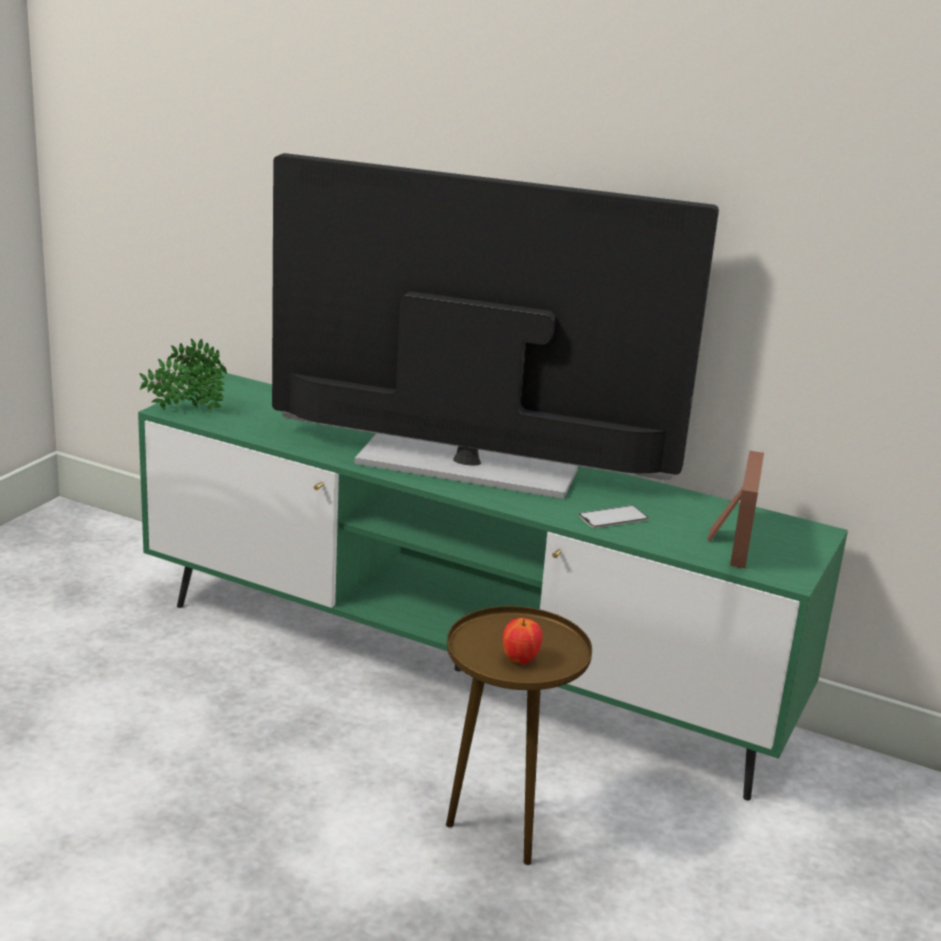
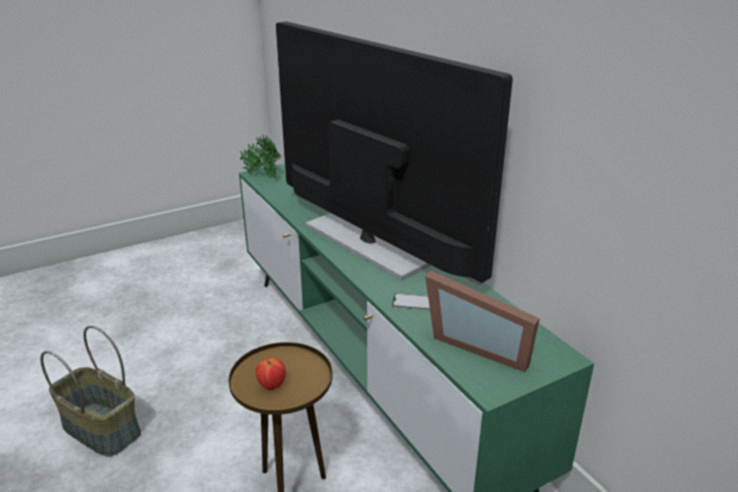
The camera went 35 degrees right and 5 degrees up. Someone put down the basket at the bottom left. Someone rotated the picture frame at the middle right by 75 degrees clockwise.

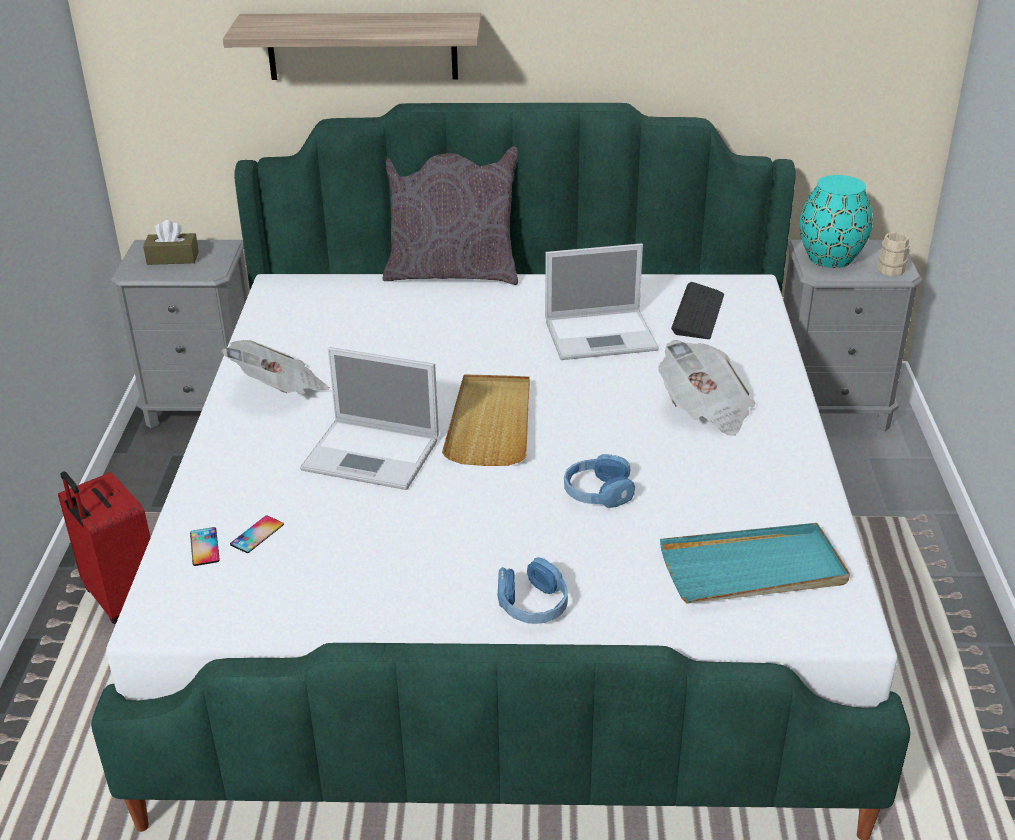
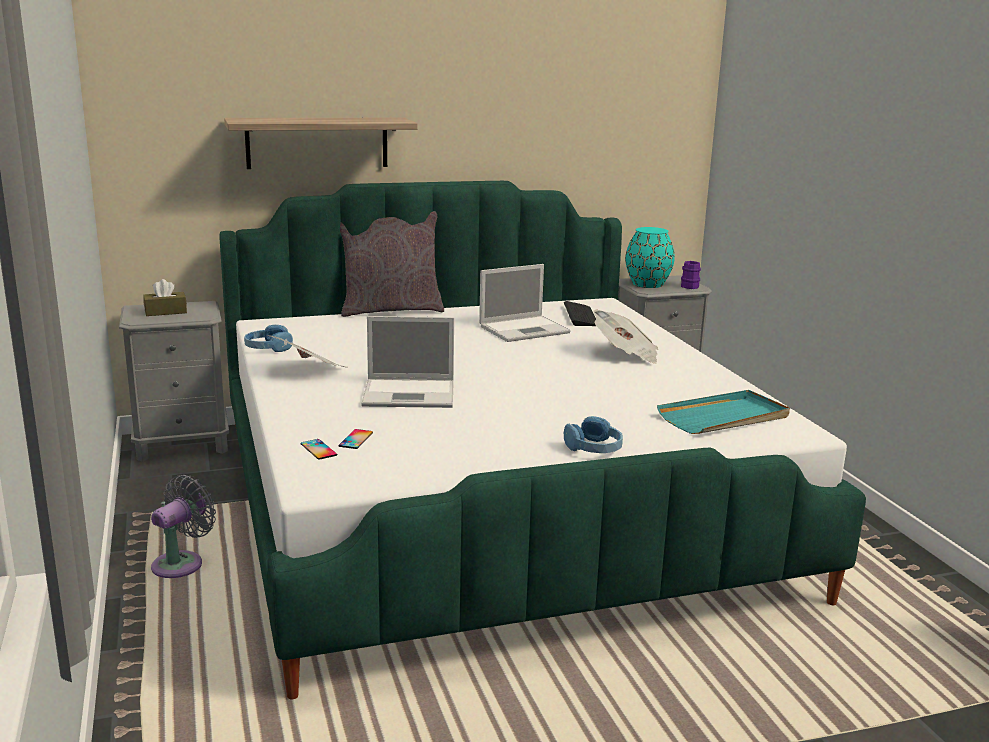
The camera went 20 degrees left and 15 degrees down. Someone swapped the red suitcase at the middle left for the grey fan at the bottom left. Someone carried the blue headphones (no. 2 from left in the first image) from the centre to the middle left. Someone repainted the beige mug at the top right, which became the purple mug at the middle right. Someone took away the beige tray at the centre.

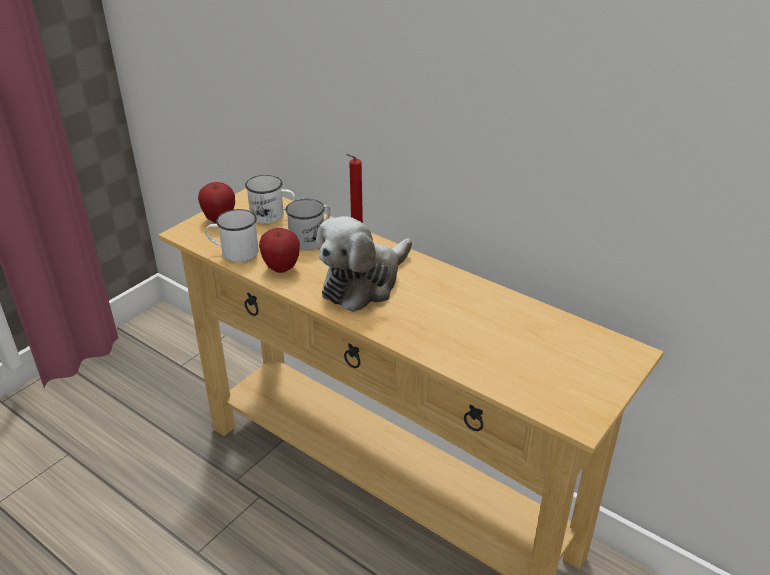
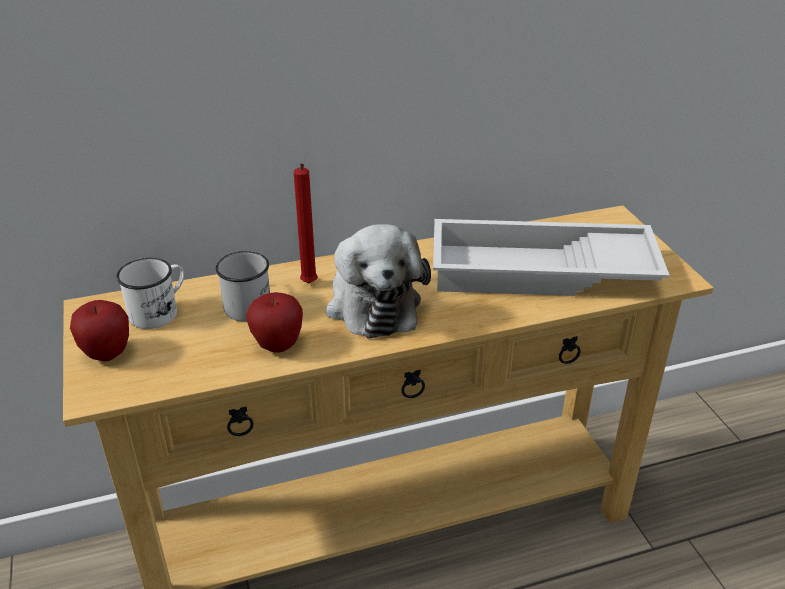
The camera went 55 degrees left and 0 degrees up. Someone put down the white tray at the middle right. Someone took away the white mug (no. 1 from left) at the middle left.

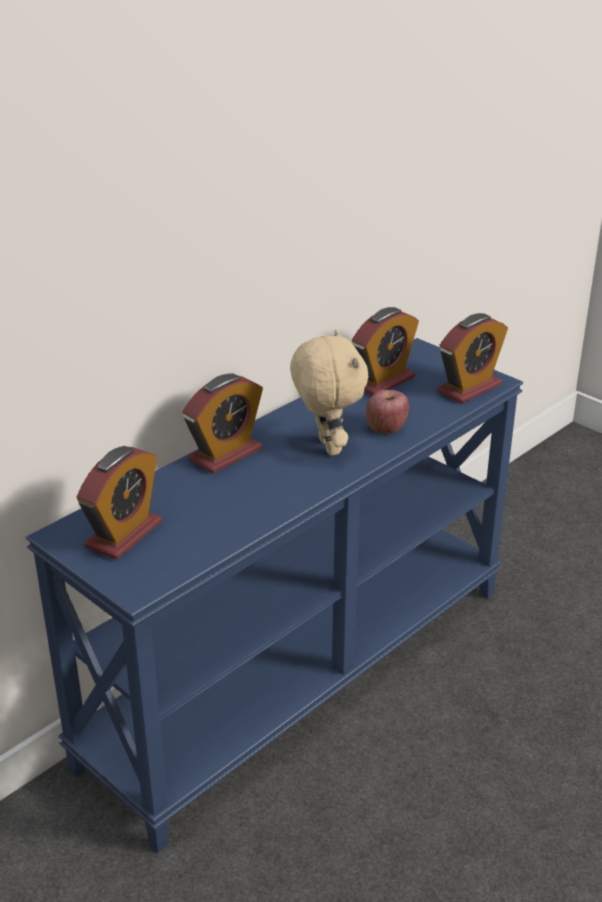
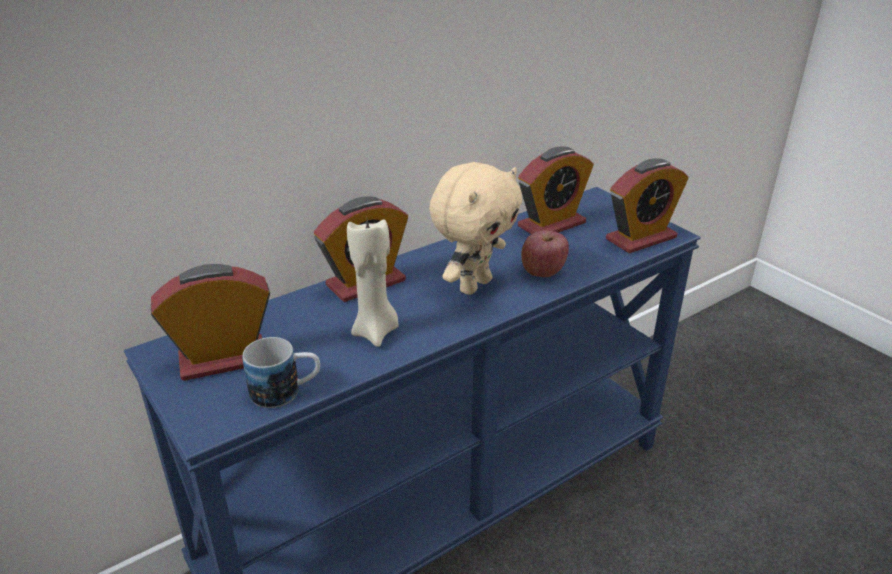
The camera went 10 degrees right and 0 degrees up. Someone rotated the alarm clock (no. 1 from left) at the middle left by 150 degrees counterclockwise. Someone put down the mug at the middle left. Someone put down the beige candle at the centre. Someone rotated the beige plush toy at the centre by 45 degrees clockwise.

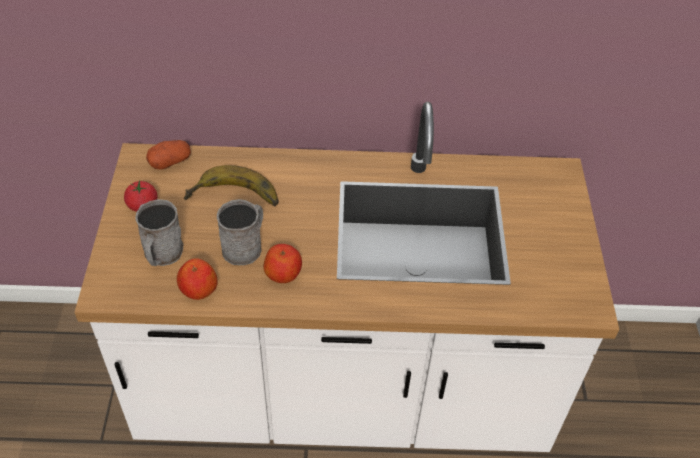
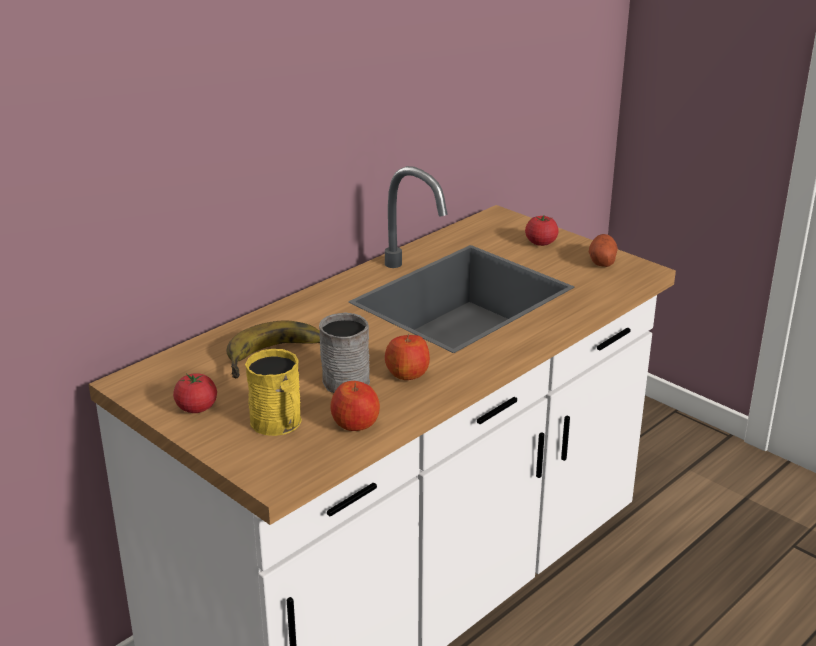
The camera went 45 degrees left and 20 degrees down. Someone repainted the grey mug (no. 1 from left) at the middle left, which became the yellow mug at the centre. Someone put down the tomato (no. 2 from left) at the centre. Someone carried the potato from the middle left to the middle right.

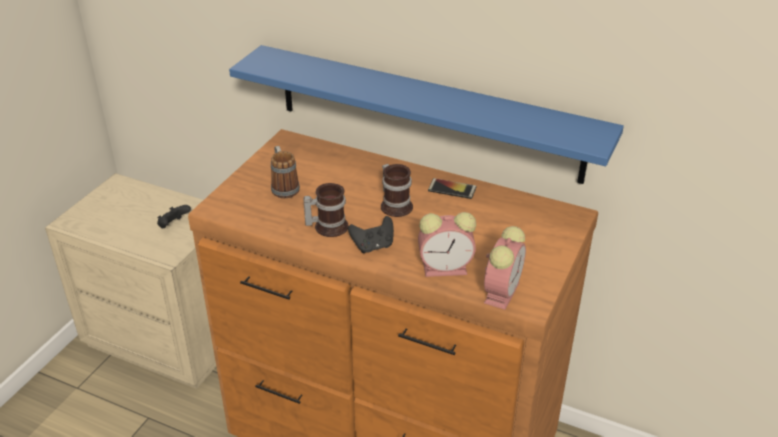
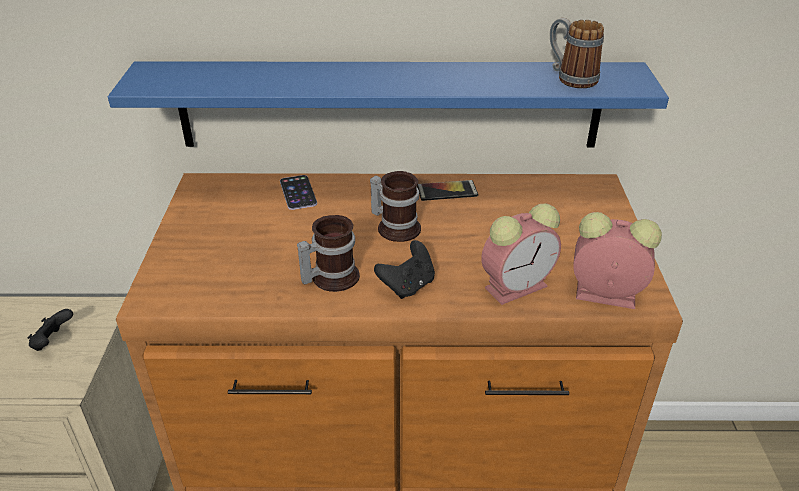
The camera went 25 degrees left and 0 degrees up. Someone put down the phone (no. 1 from left) at the centre. Someone carried the mug (no. 1 from left in the first image) from the centre to the top right. Someone rotated the alarm clock (no. 2 from left) at the centre by 75 degrees counterclockwise.

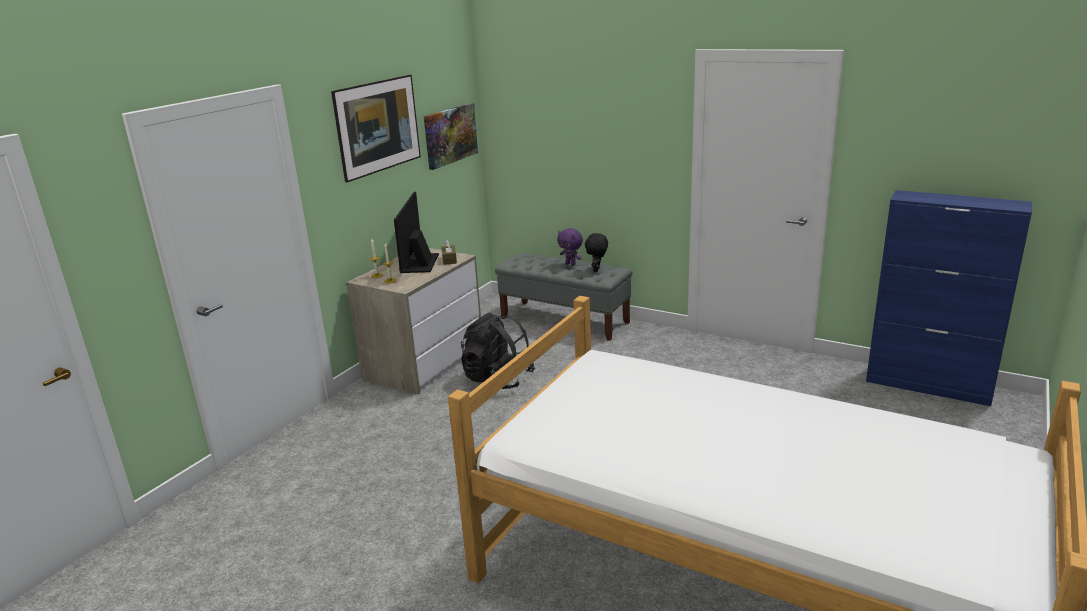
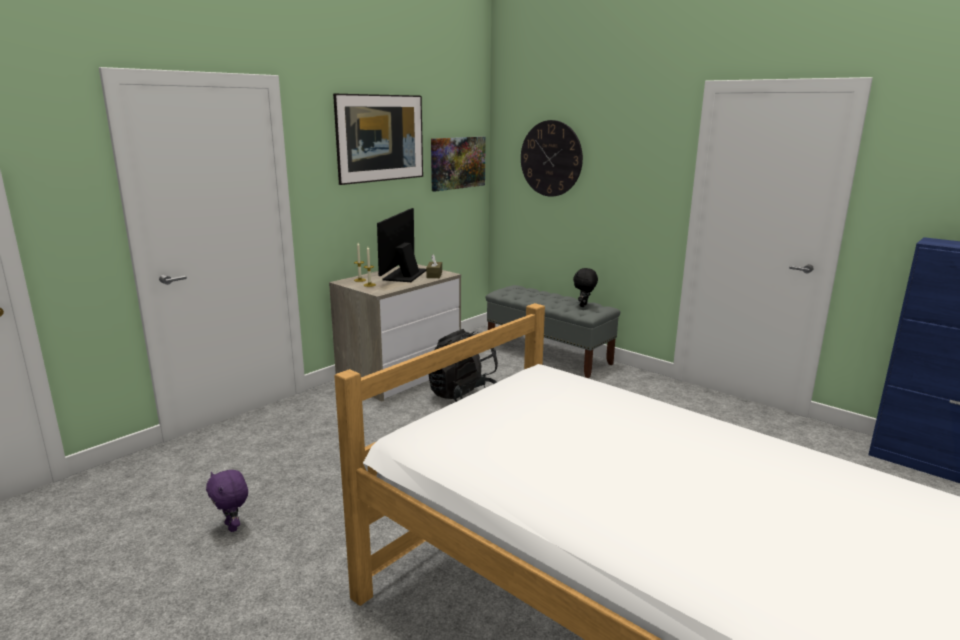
The camera went 10 degrees right and 5 degrees down. Someone carried the purple plush toy from the centre to the bottom left. Someone put up the wall clock at the top centre.

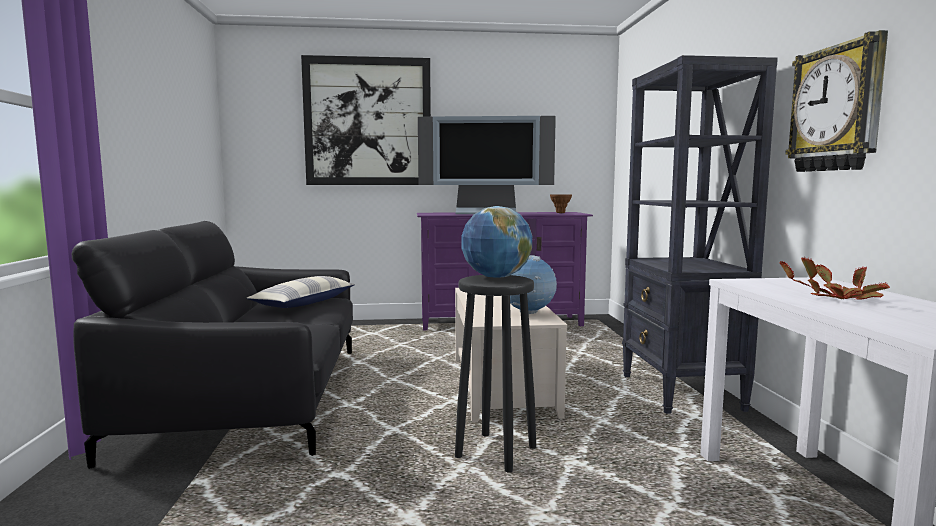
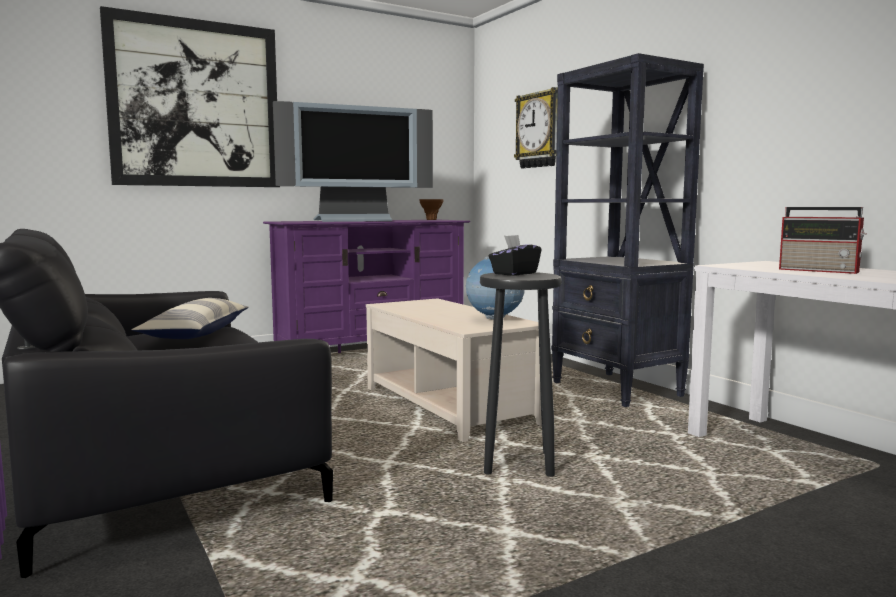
The camera went 25 degrees left and 0 degrees up. Someone swapped the globe (no. 1 from left) at the centre for the black tissue box at the centre. Someone carried the wall clock from the top right to the top centre. Someone swapped the potted plant at the middle right for the radio at the middle right.

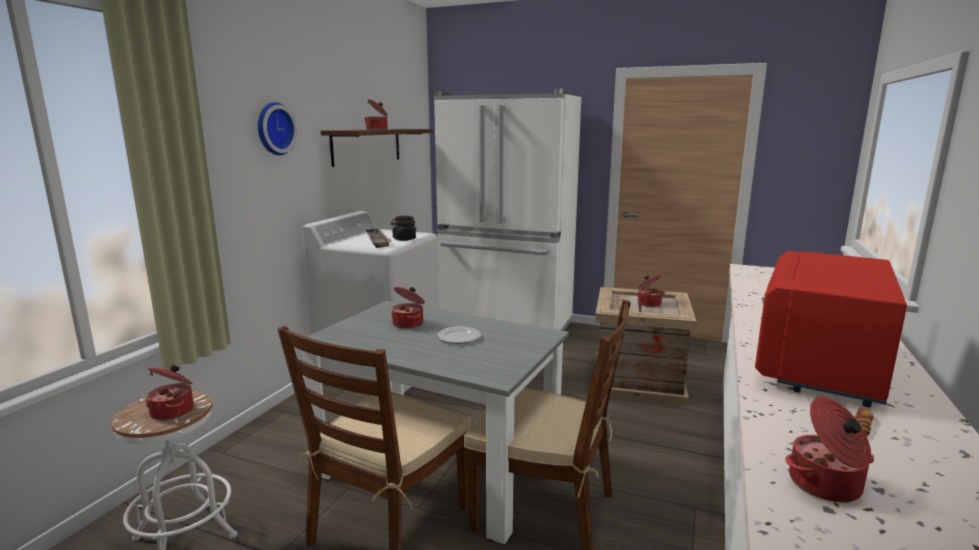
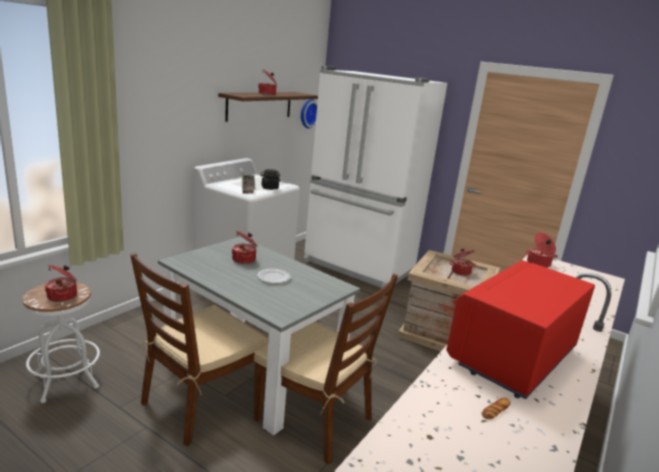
The camera went 10 degrees right and 5 degrees up. Someone carried the wall clock from the top left to the top centre. Someone carried the cooking pot (no. 5 from left) from the bottom right to the middle right.

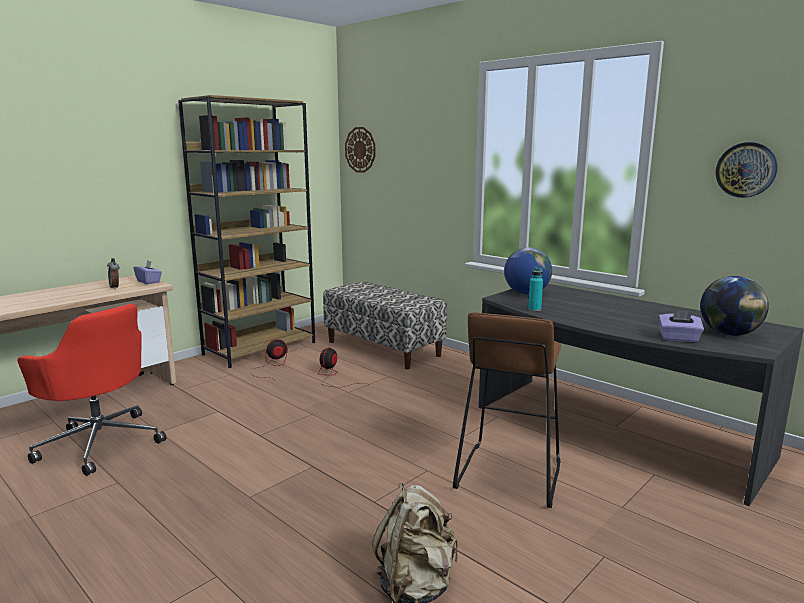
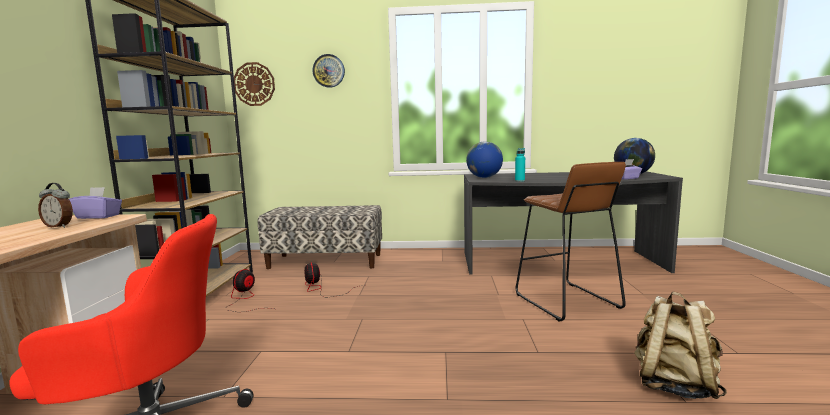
The camera went 40 degrees left and 5 degrees down. Someone carried the wall clock (no. 2 from left) from the top right to the top centre.

